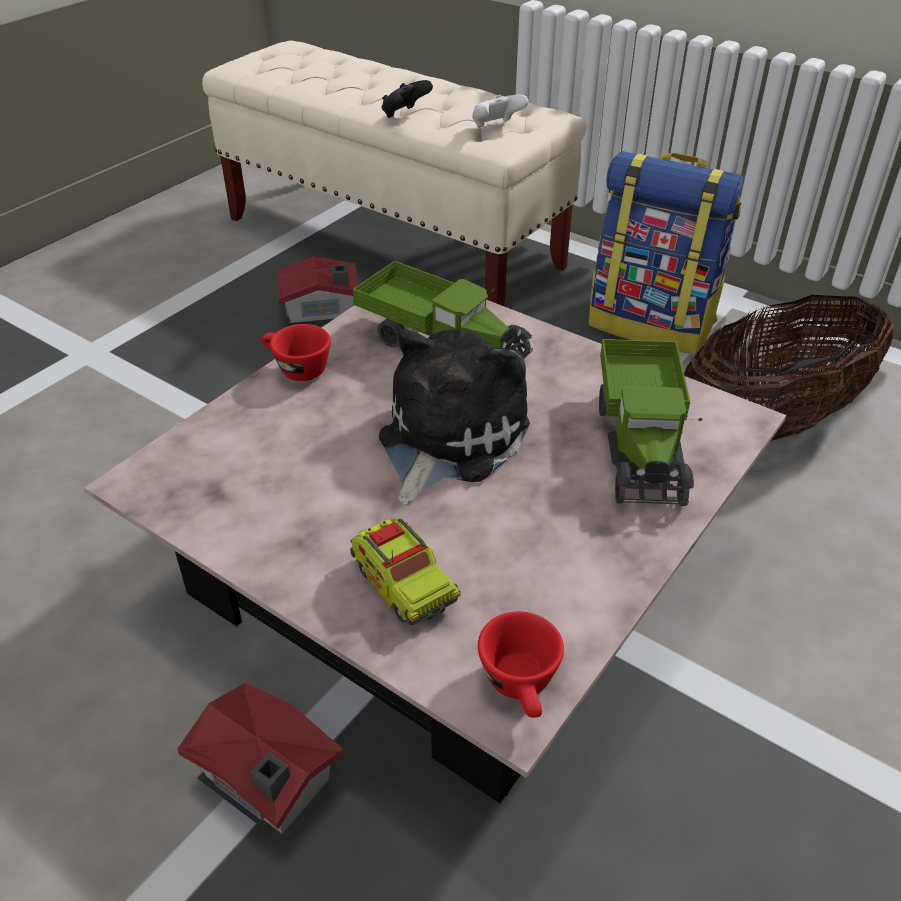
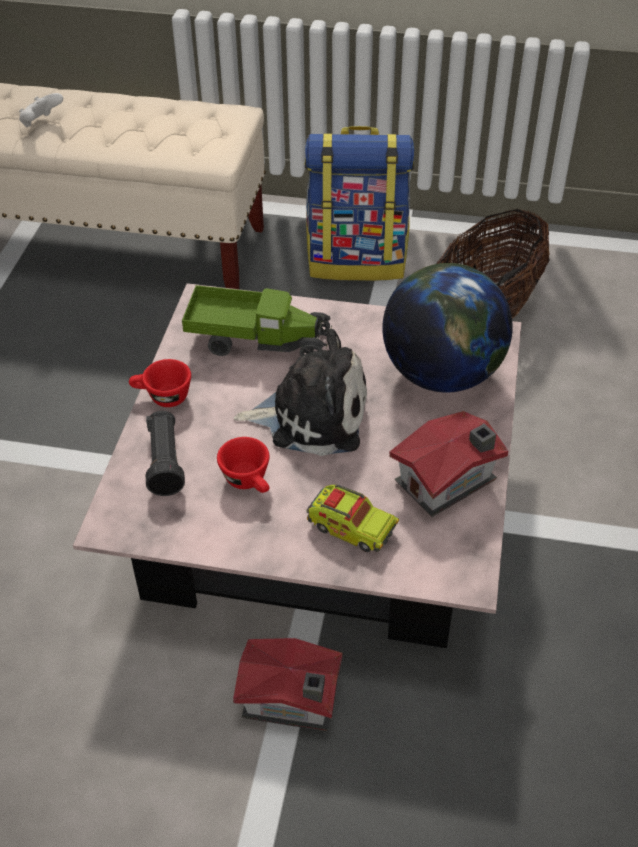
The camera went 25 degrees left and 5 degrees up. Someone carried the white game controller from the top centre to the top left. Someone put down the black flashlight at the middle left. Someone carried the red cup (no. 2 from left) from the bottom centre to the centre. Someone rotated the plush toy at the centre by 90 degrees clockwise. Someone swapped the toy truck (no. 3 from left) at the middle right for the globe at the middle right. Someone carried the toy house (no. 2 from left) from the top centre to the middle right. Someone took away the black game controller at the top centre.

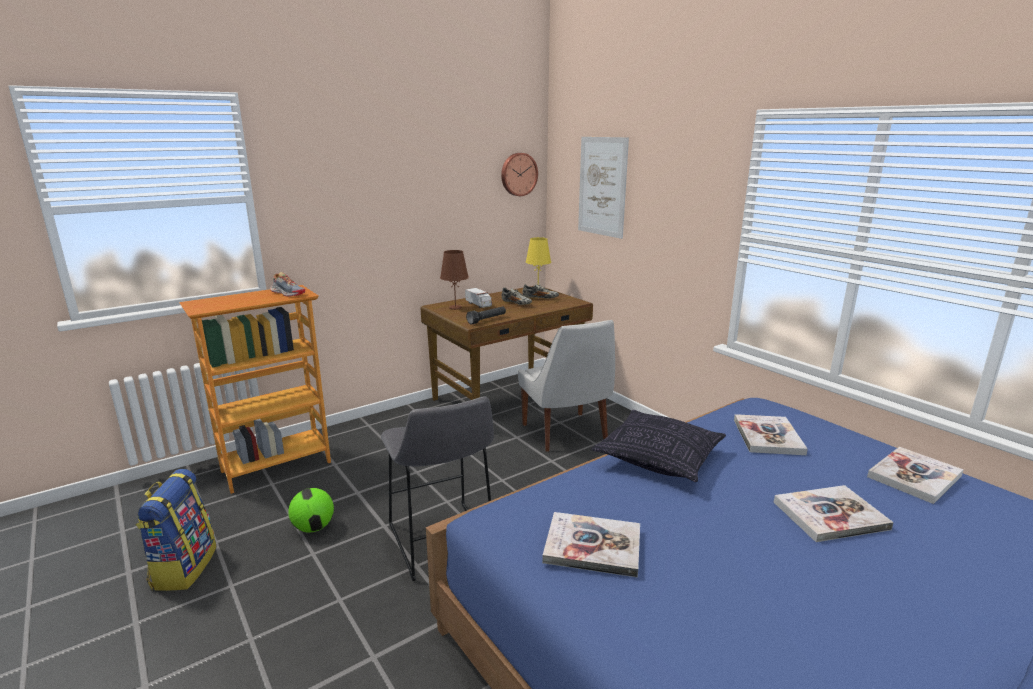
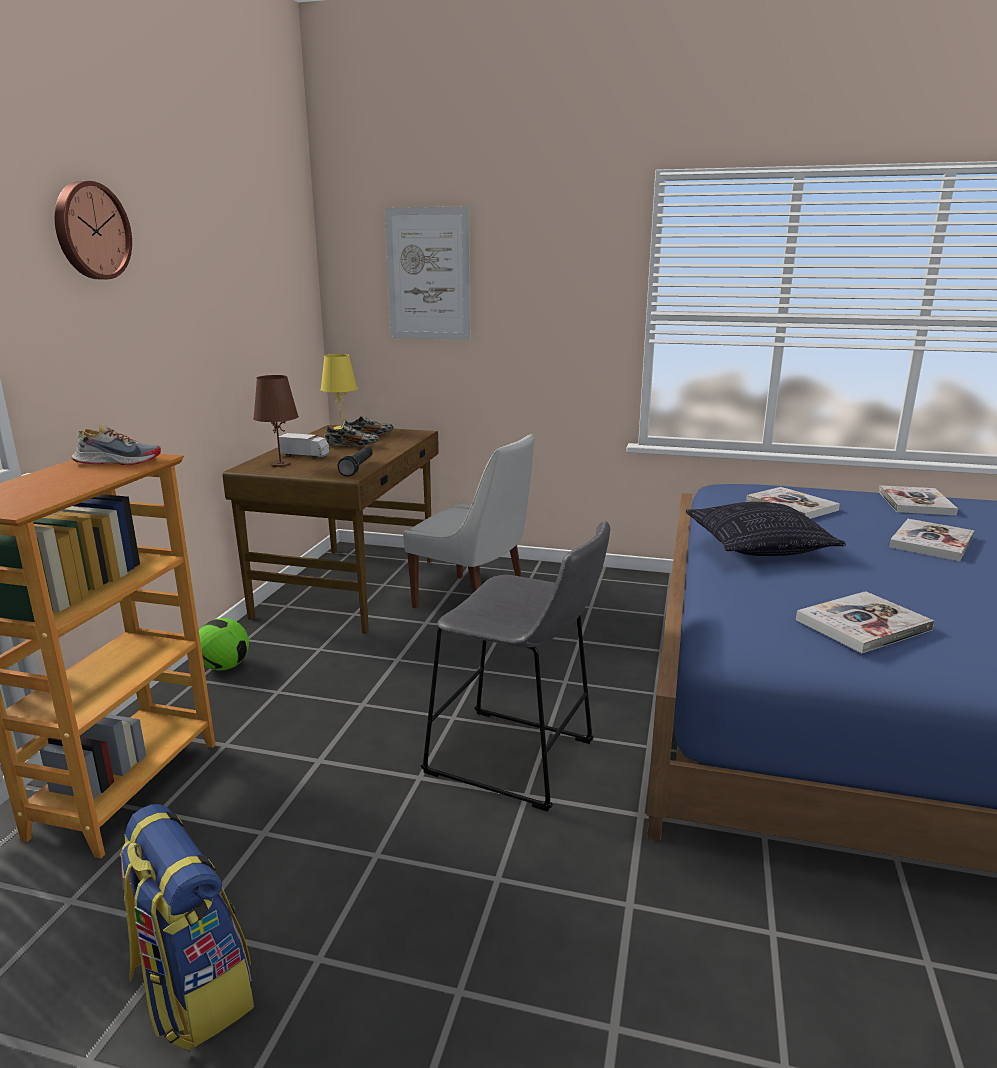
The camera went 40 degrees left and 0 degrees up. Someone carried the wall clock from the top centre to the top left. Someone carried the football from the bottom left to the middle left.

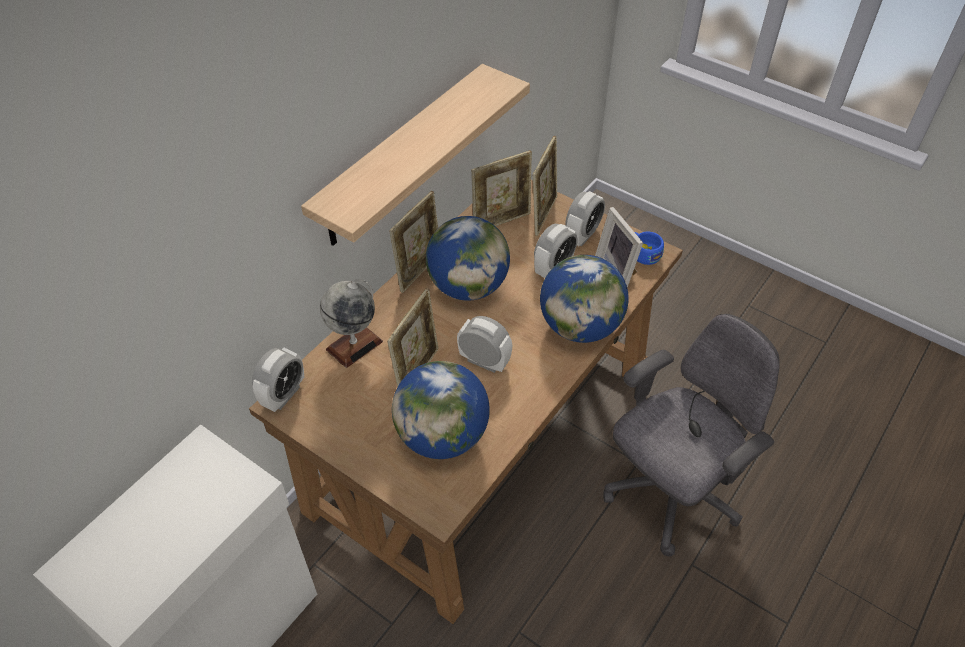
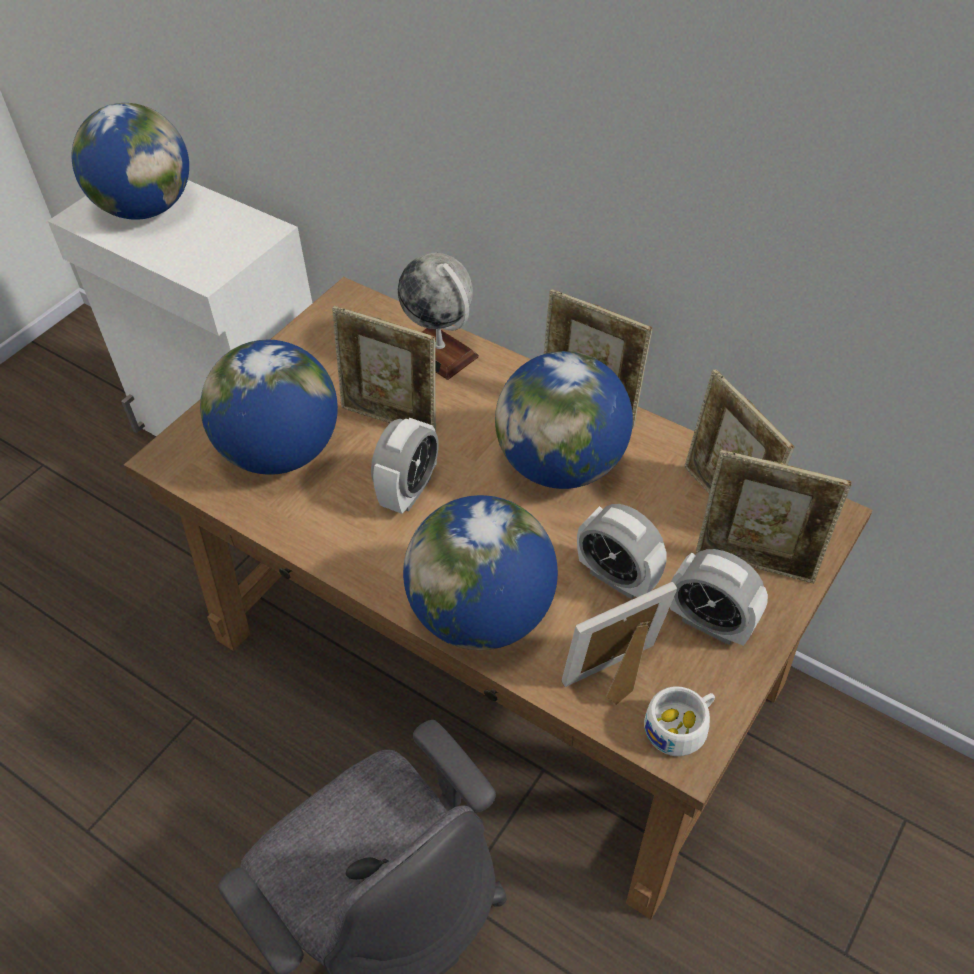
The camera went 90 degrees right and 0 degrees up. Someone put down the globe (no. 1 from left) at the top left. Someone repainted the blue cup at the middle right, which became the white cup at the bottom right. Someone took away the alarm clock (no. 1 from left) at the middle left. Someone took away the shelf at the top centre.

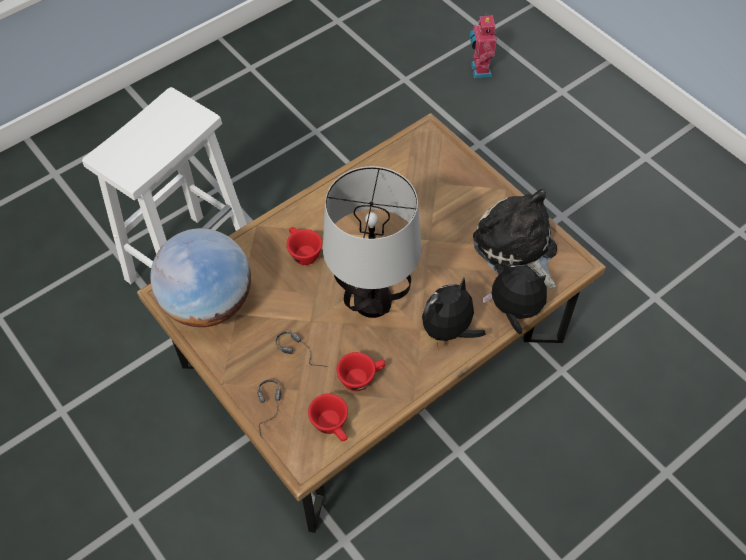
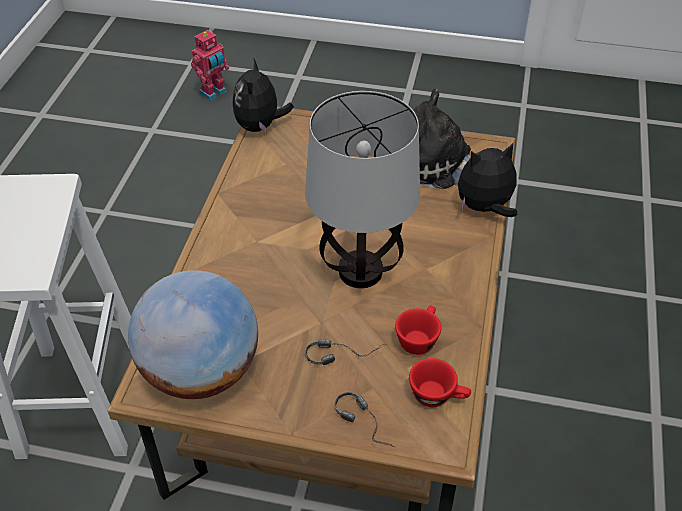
The camera went 40 degrees left and 10 degrees down. Someone rotated the toy robot at the top centre by 90 degrees counterclockwise. Someone carried the plush toy (no. 1 from left) from the centre to the top centre. Someone took away the red cup (no. 1 from left) at the centre.

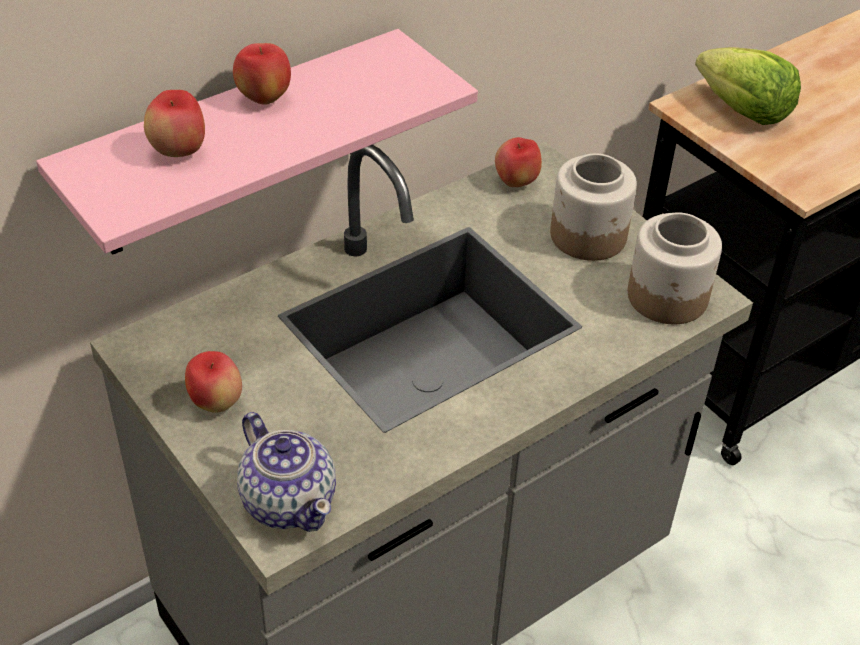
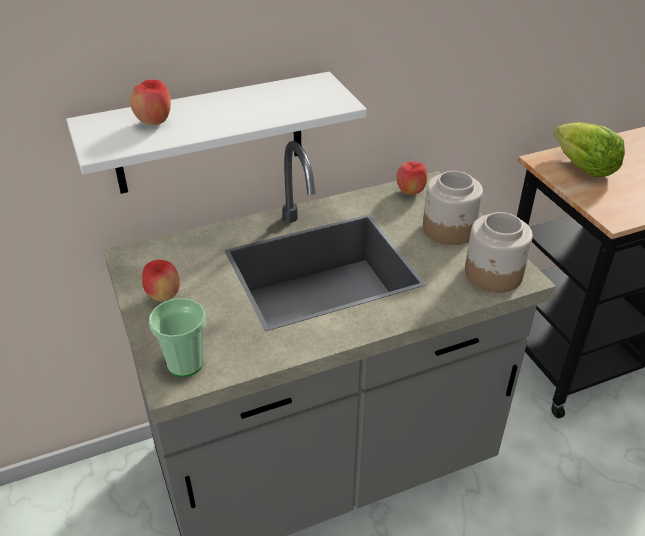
The camera went 15 degrees right and 5 degrees down. Someone repainted the pink shelf at the top left, which became the white shelf at the top centre. Someone swapped the teapot at the bottom left for the cup at the middle left. Someone took away the apple (no. 3 from left) at the top left.

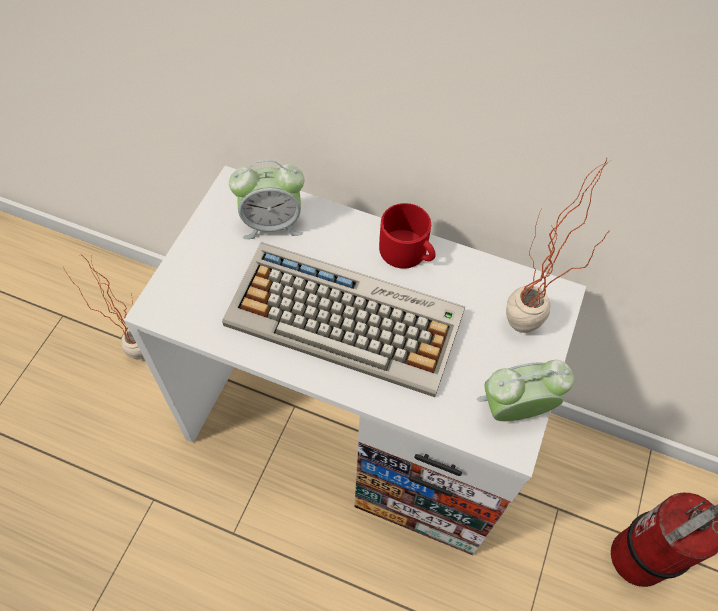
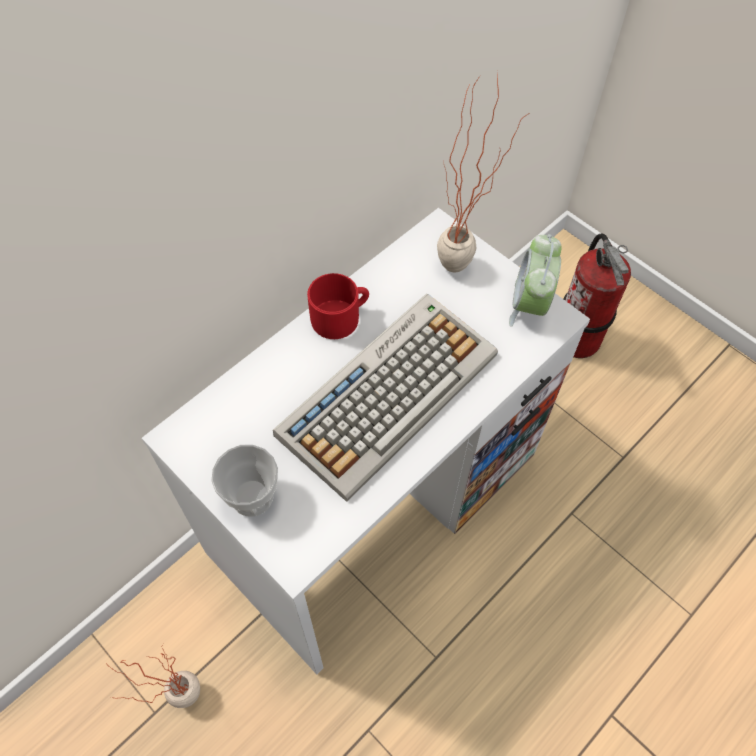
The camera went 65 degrees left and 0 degrees up. Someone put down the cup at the middle left. Someone took away the alarm clock (no. 1 from left) at the top centre.

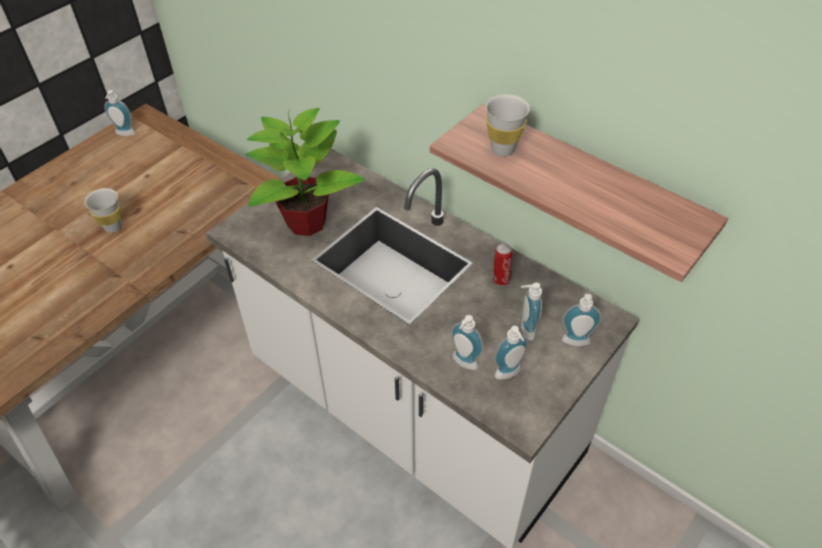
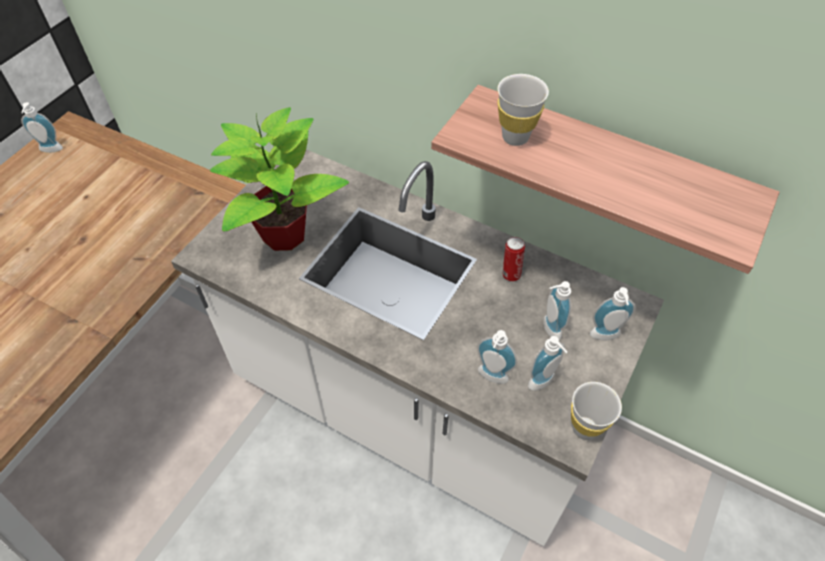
The camera went 10 degrees left and 5 degrees up. Someone carried the white cup (no. 1 from left in the first image) from the middle left to the bottom right.

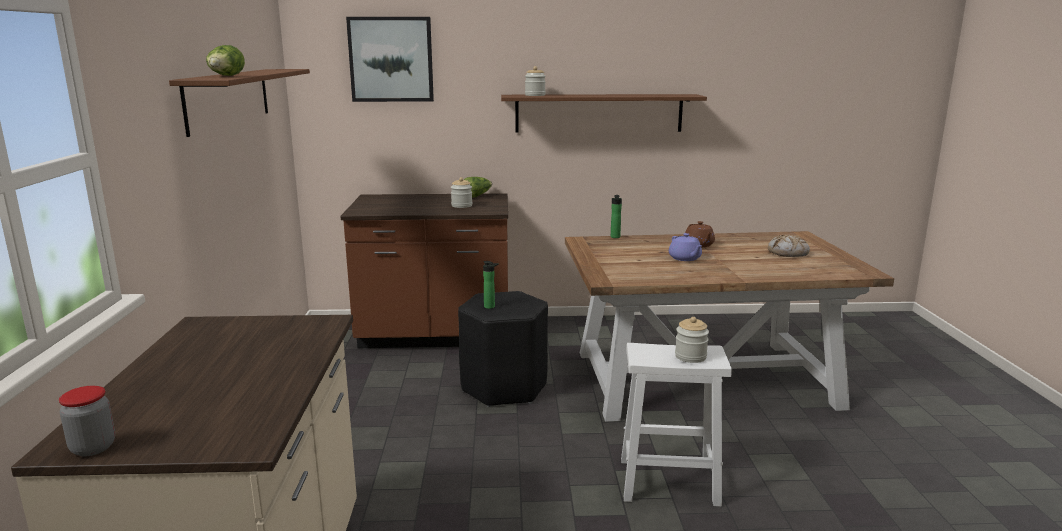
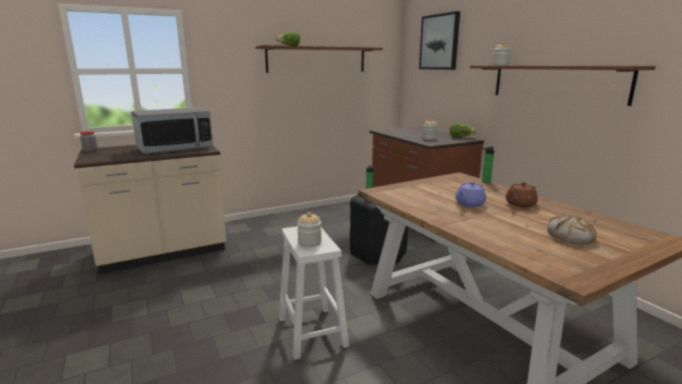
The camera went 65 degrees right and 0 degrees up. Someone put down the microwave at the middle left.

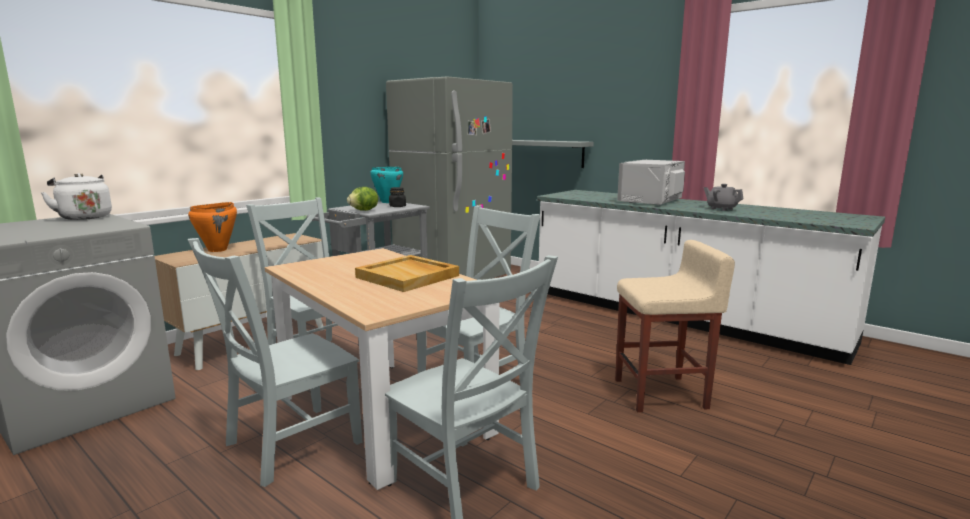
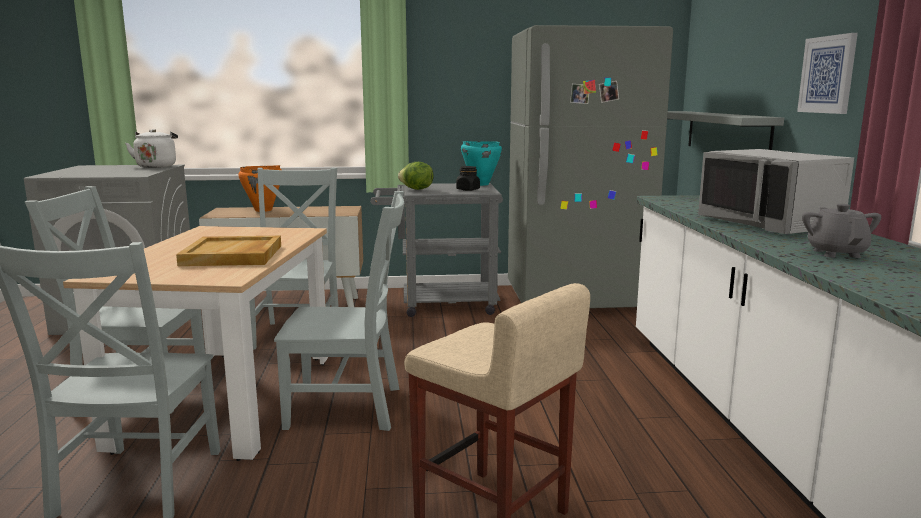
The camera went 45 degrees right and 0 degrees up. Someone rotated the grey microwave at the middle right by 105 degrees counterclockwise. Someone put up the picture at the top right.

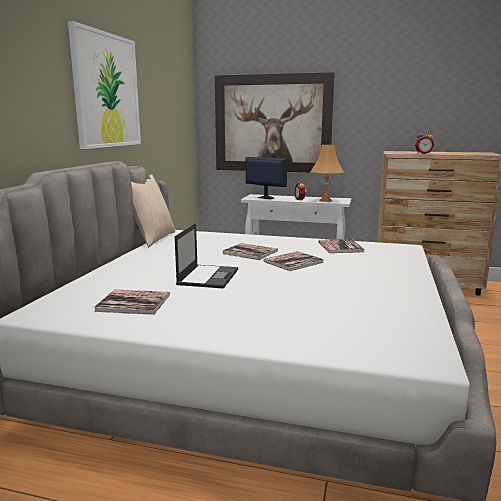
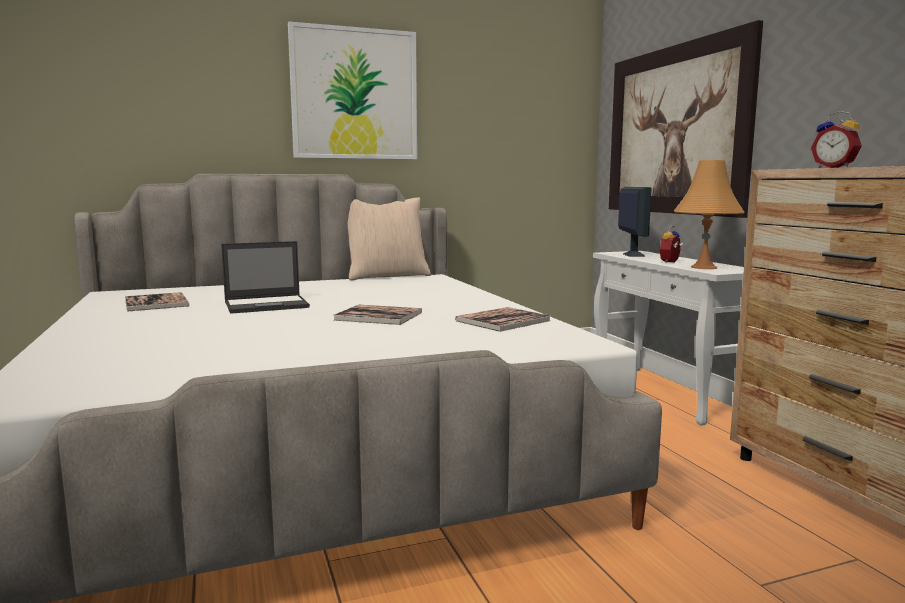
The camera went 55 degrees right and 5 degrees down. Someone took away the book (no. 2 from left) at the centre.

